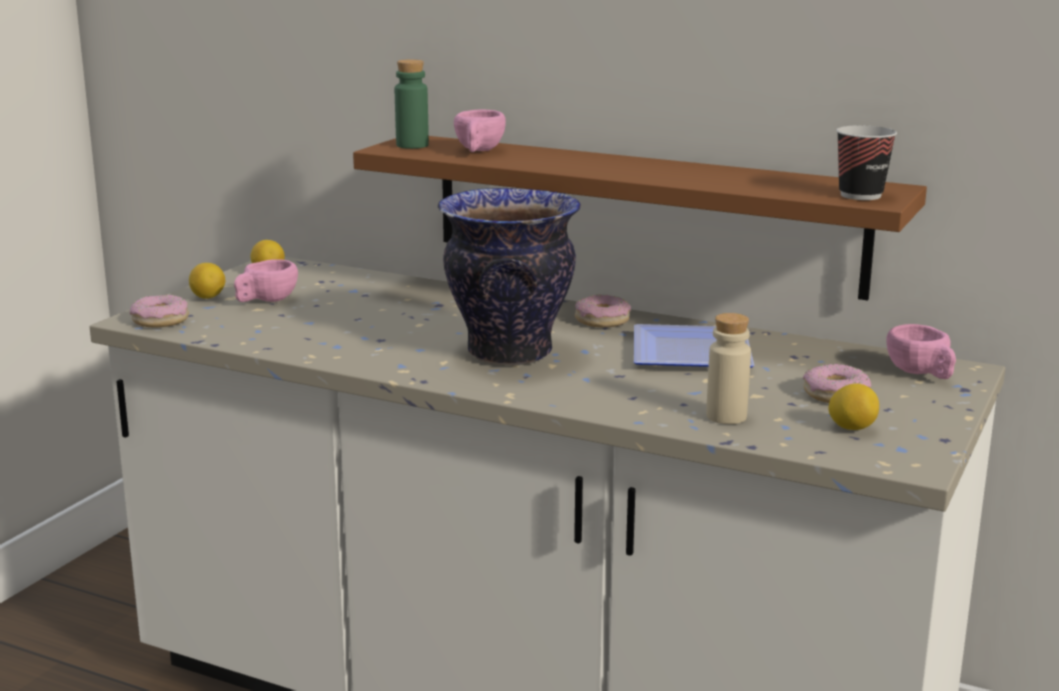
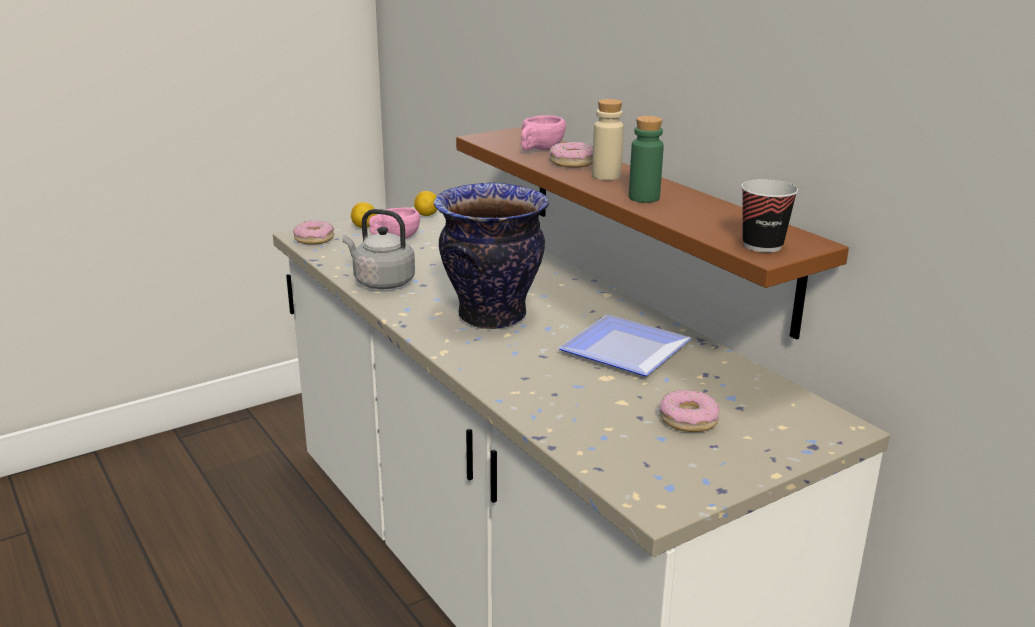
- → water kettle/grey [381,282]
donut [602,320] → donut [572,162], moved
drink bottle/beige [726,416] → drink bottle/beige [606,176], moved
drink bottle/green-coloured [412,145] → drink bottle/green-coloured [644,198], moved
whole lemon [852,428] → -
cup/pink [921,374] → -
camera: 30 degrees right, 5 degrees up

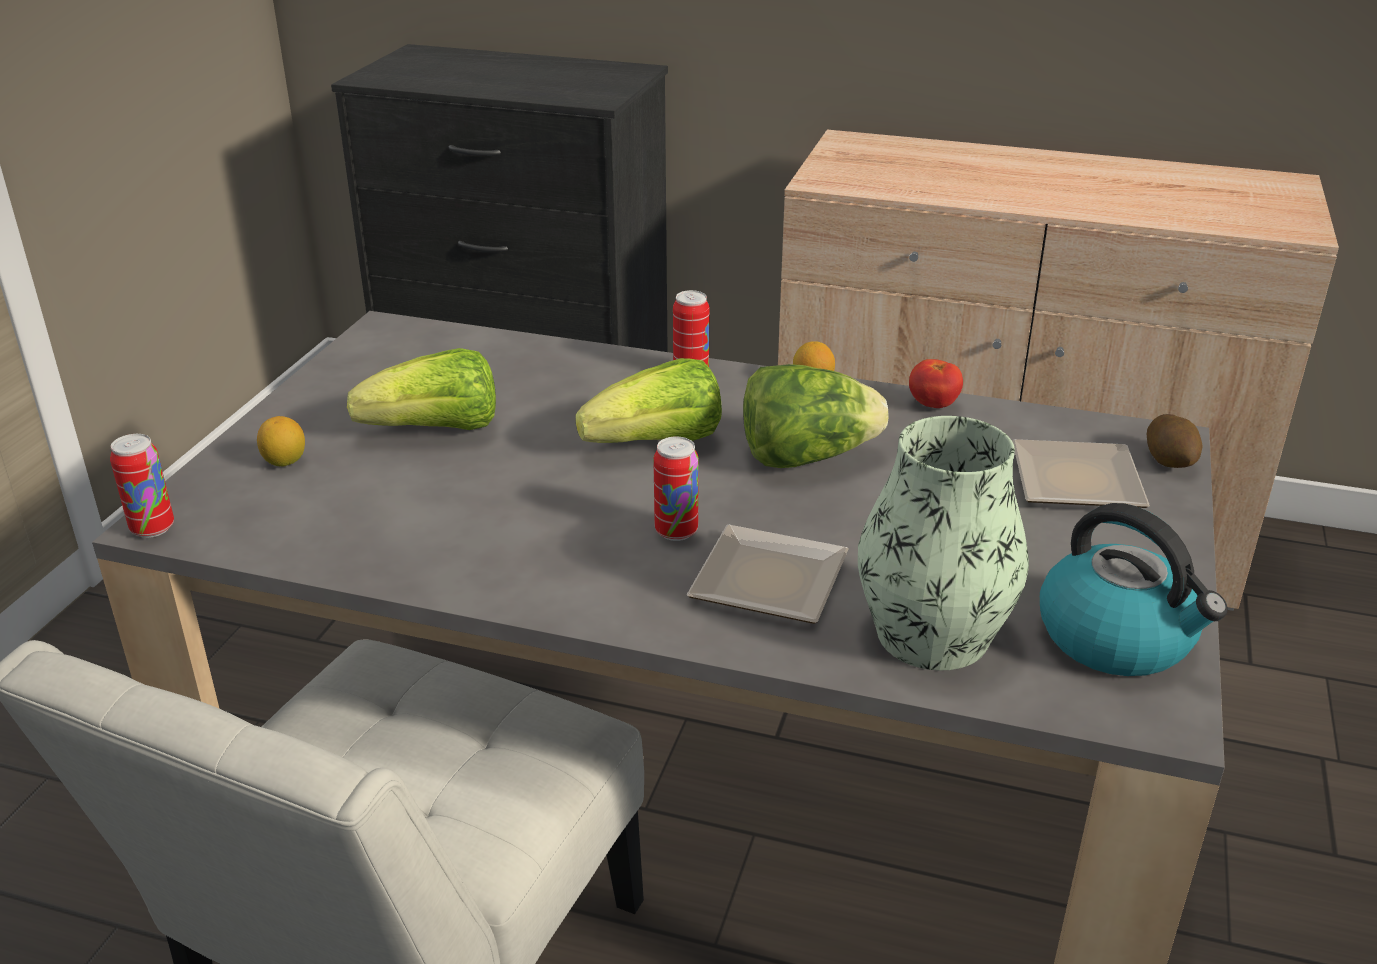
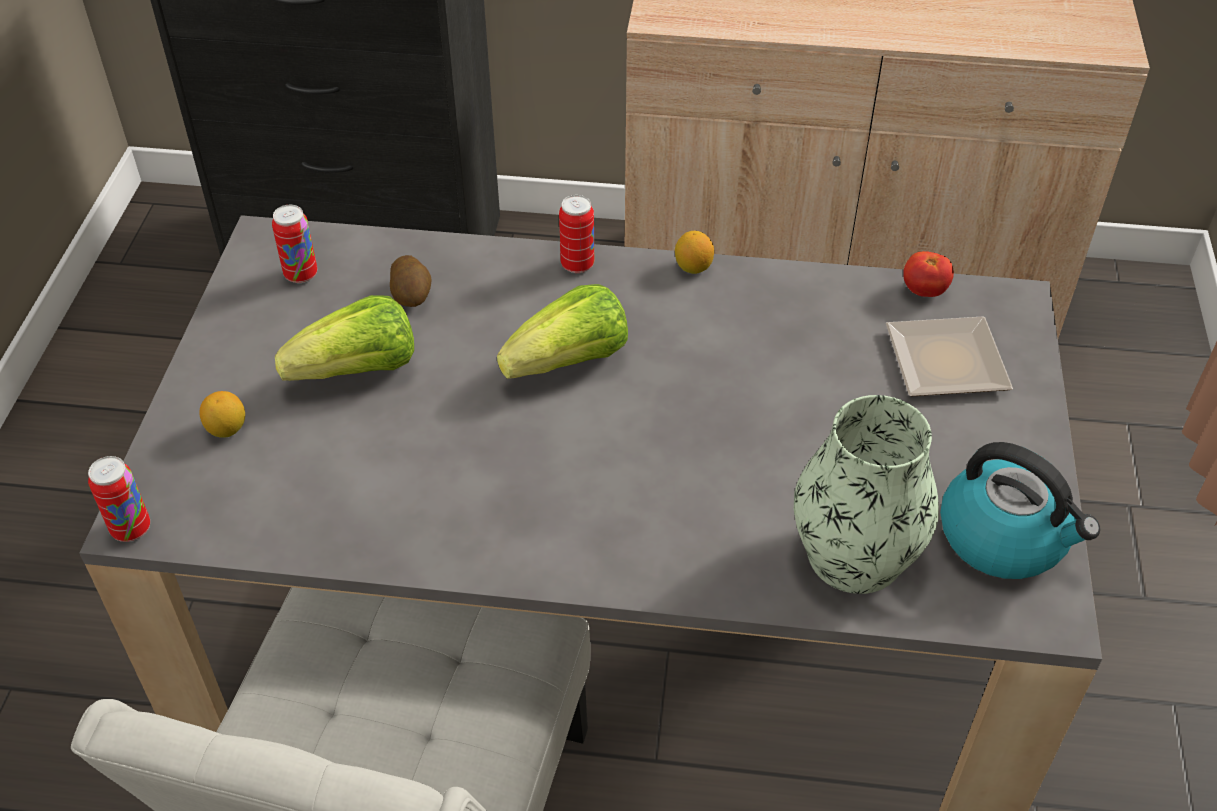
can [676,531] → can [301,274], moved
spud [1170,460] → spud [412,296], moved
whole tomato [933,405] → whole tomato [924,291], moved
flat dish [766,577] → -
lettuce [806,457] → -
camera: 10 degrees left, 15 degrees up

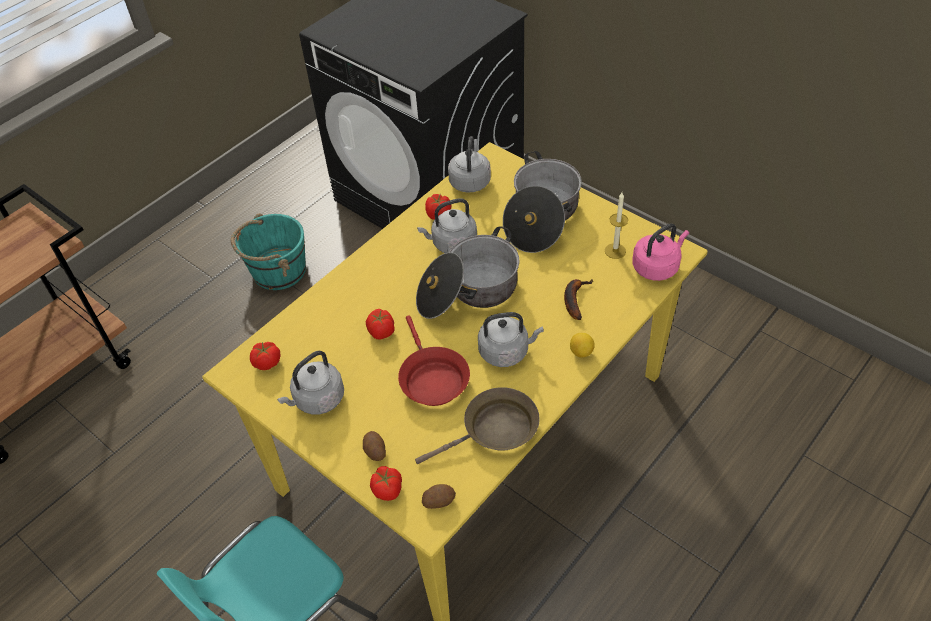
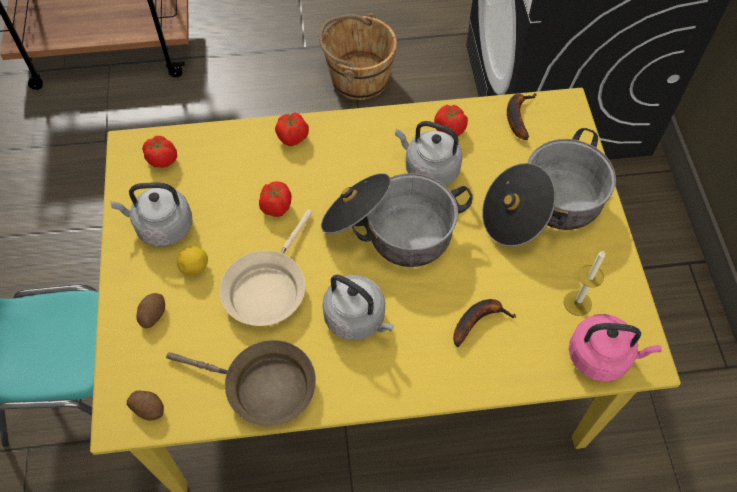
whole lemon [581,352] → whole lemon [195,267], moved
skillet/reddish [432,378] → skillet/beige [267,288]
whole tomato [388,490] → whole tomato [293,137], moved
bucket/blue-green [278,271] → bucket/brown [358,78]
water kettle/grey [470,181] → whole banana [517,116]
camera: 40 degrees right, 10 degrees up

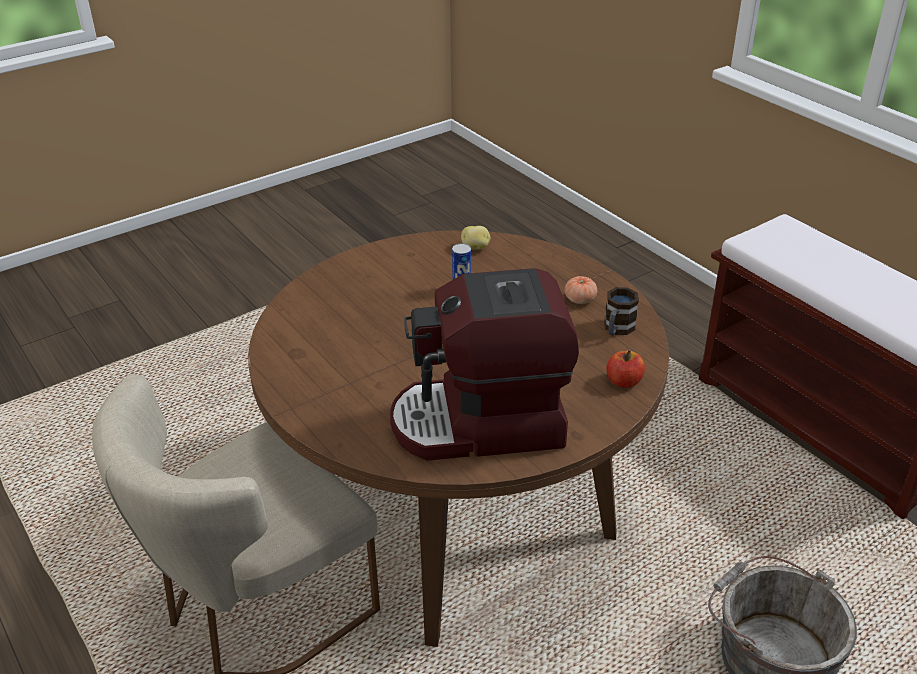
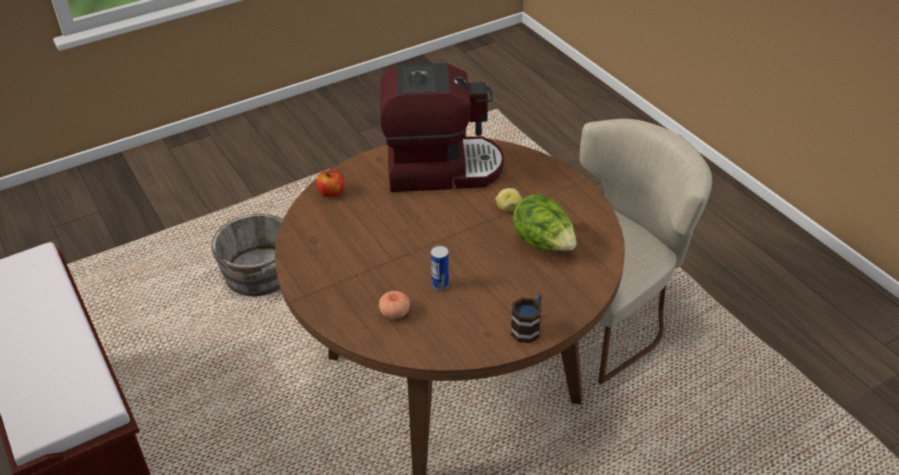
whole tomato [580,299] → whole tomato [395,312], moved
spud [475,248] → spud [508,207], moved
tea mug [617,329] → tea mug [528,327], moved
- → lettuce [544,243]
camera: 175 degrees left, 5 degrees up

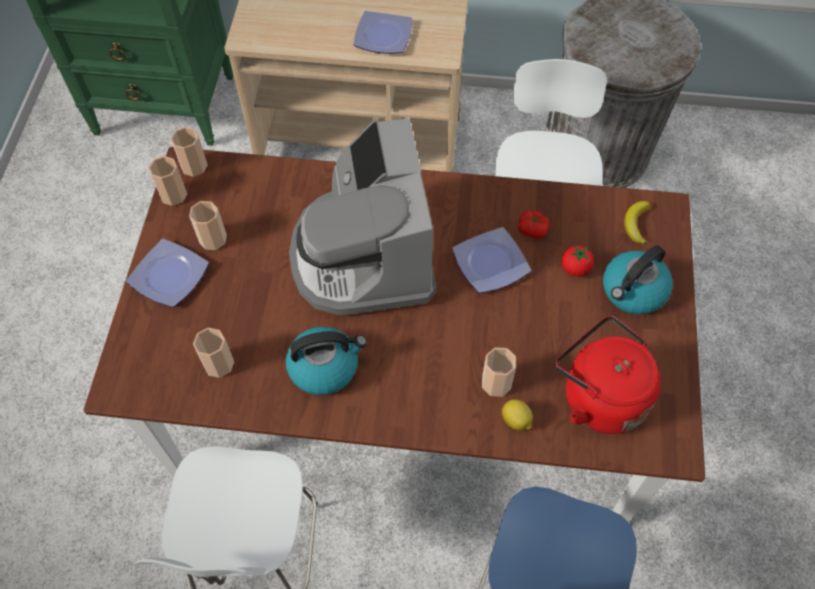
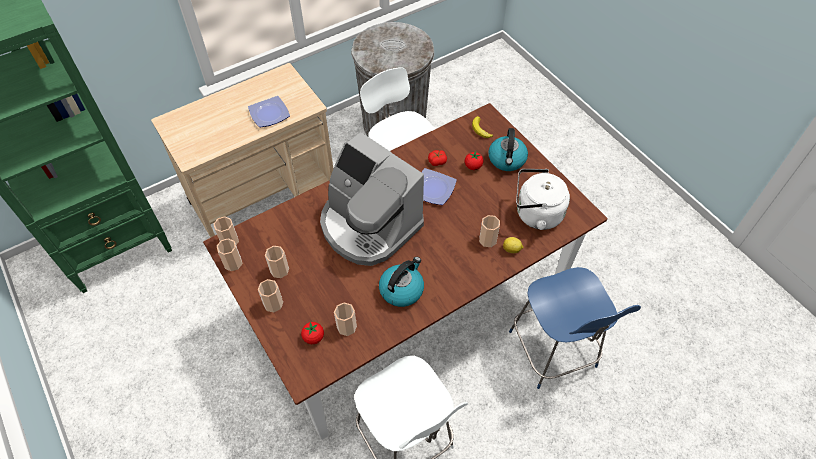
flat dish [169,274] → cup [273,304]
- → whole tomato [313,337]
water kettle/reddish [599,396] → water kettle/whitish [535,214]
camera: 40 degrees left, 5 degrees down

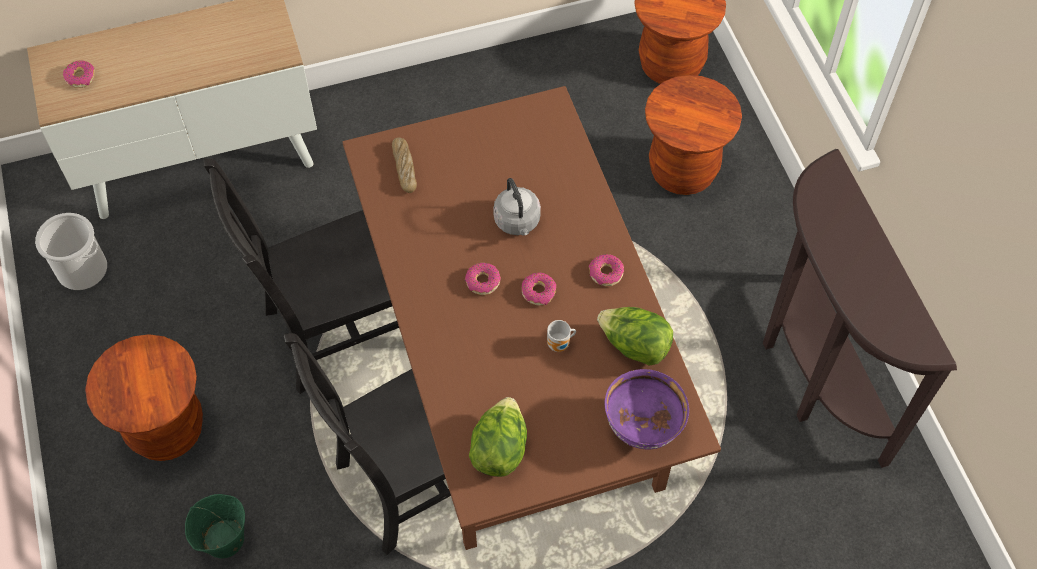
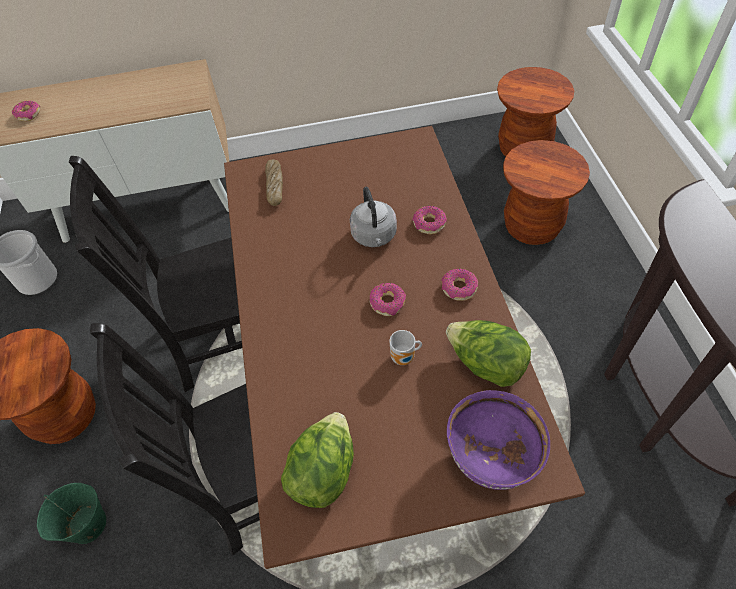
donut [482,282] → donut [429,224], moved
camera: 10 degrees right, 5 degrees down

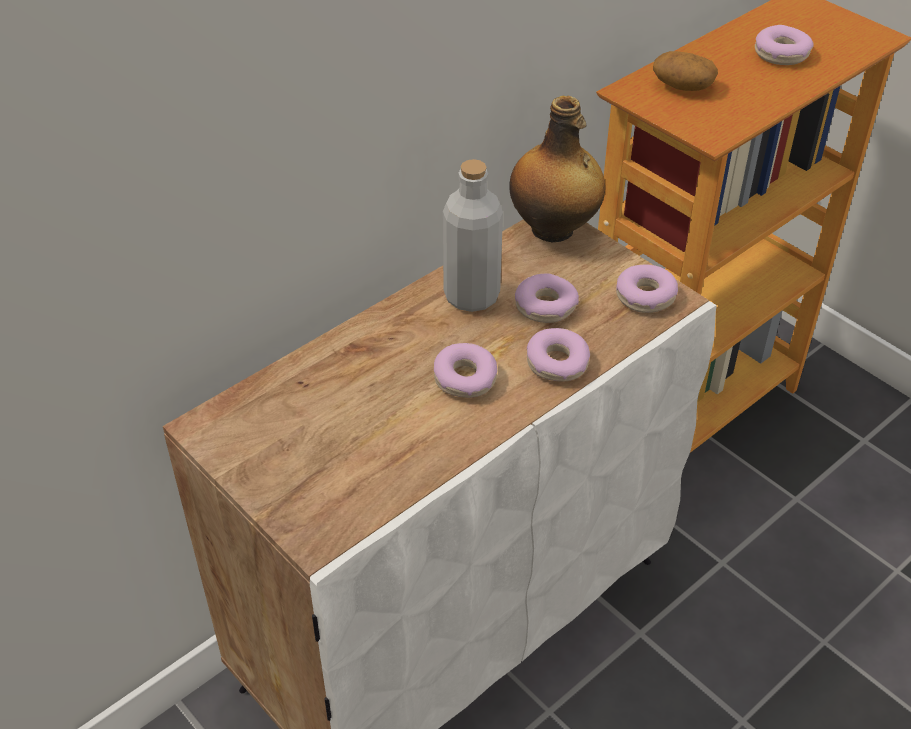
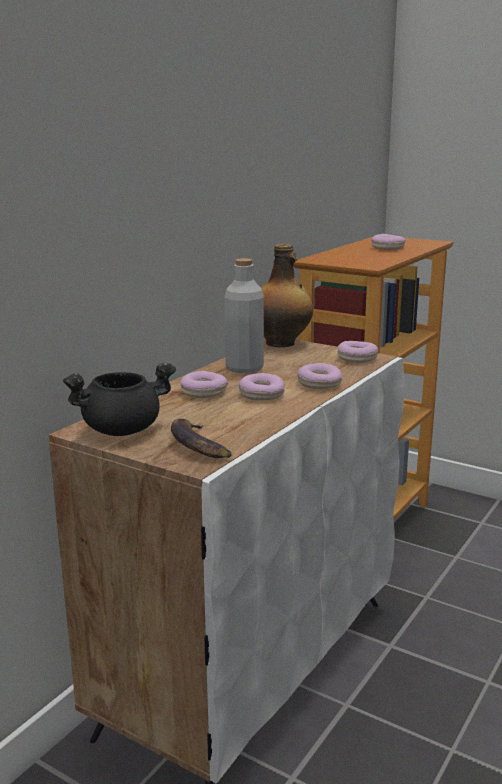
- → saucepot/blackish [122,429]
- → whole banana [197,446]
donut [545,306] → donut [204,392], moved
spud [682,86] → -
camera: 15 degrees left, 25 degrees down

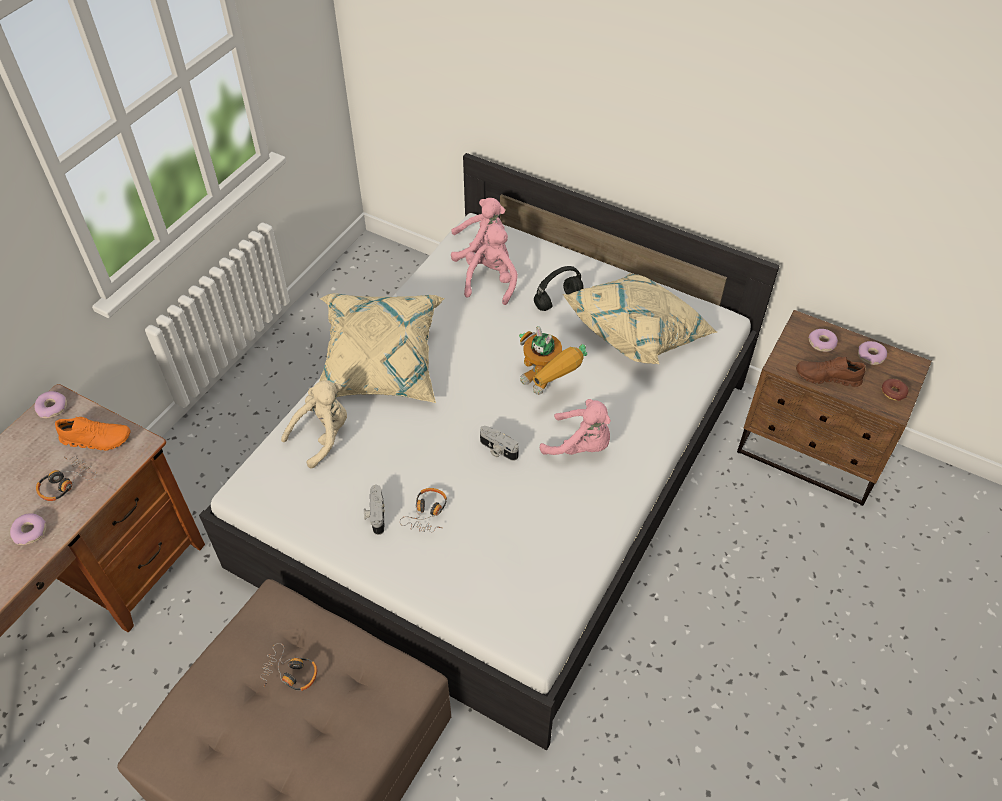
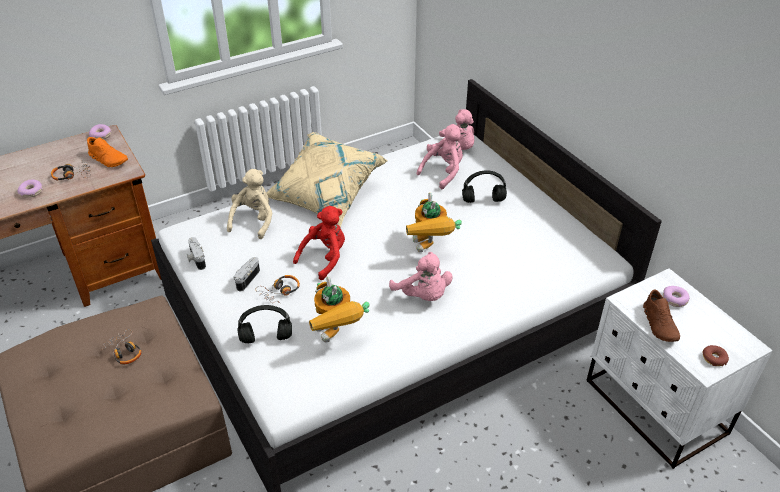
photo camera [497,450] → photo camera [196,259], moved
soft toy/beige [323,436] → soft toy/beige [254,220], 60 degrees counterclockwise
- → headphones/blackish [265,338]
- → soft toy/reddish [325,258]
- → toy robot [337,337]
night table/brown [812,451] → night table/whitish [655,408]
low shoe/brown [827,377] → low shoe/brown [659,324], 135 degrees counterclockwise
pillow/beige [639,333] → -
donut [870,356] → -
camera: 30 degrees right, 10 degrees down

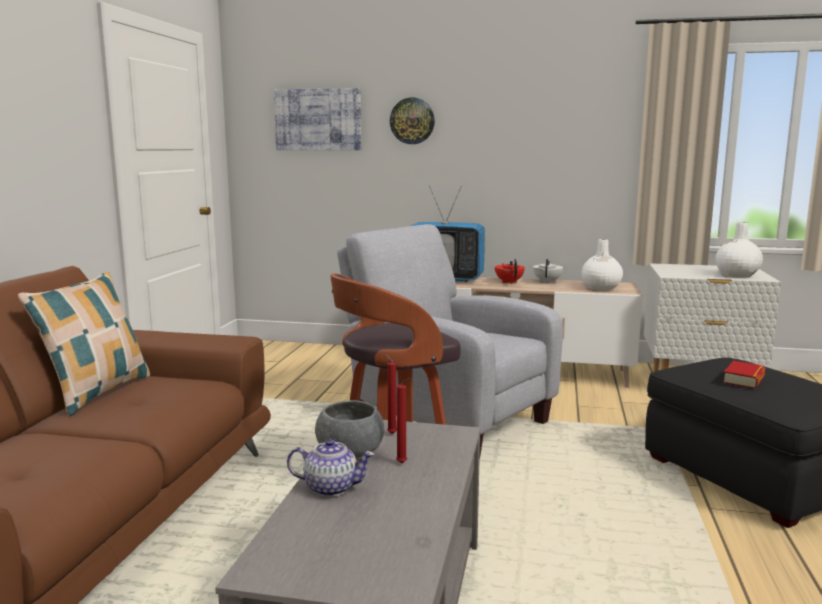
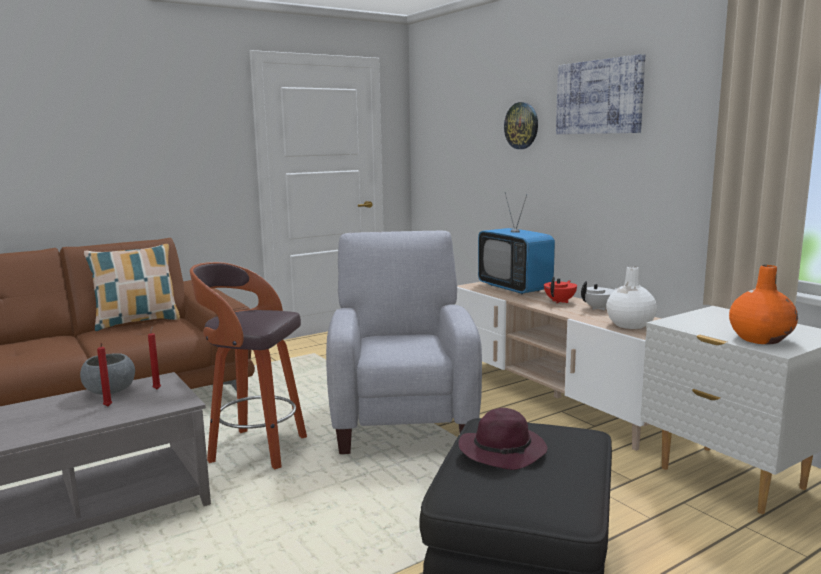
book [743,380] → clothing hat/purple [504,451]
wall picture [318,119] → wall picture [599,97], moved
flower vase/whitish [736,275] → flower vase/orange [760,339]
teapot [330,487] → -
camera: 45 degrees right, 0 degrees up

